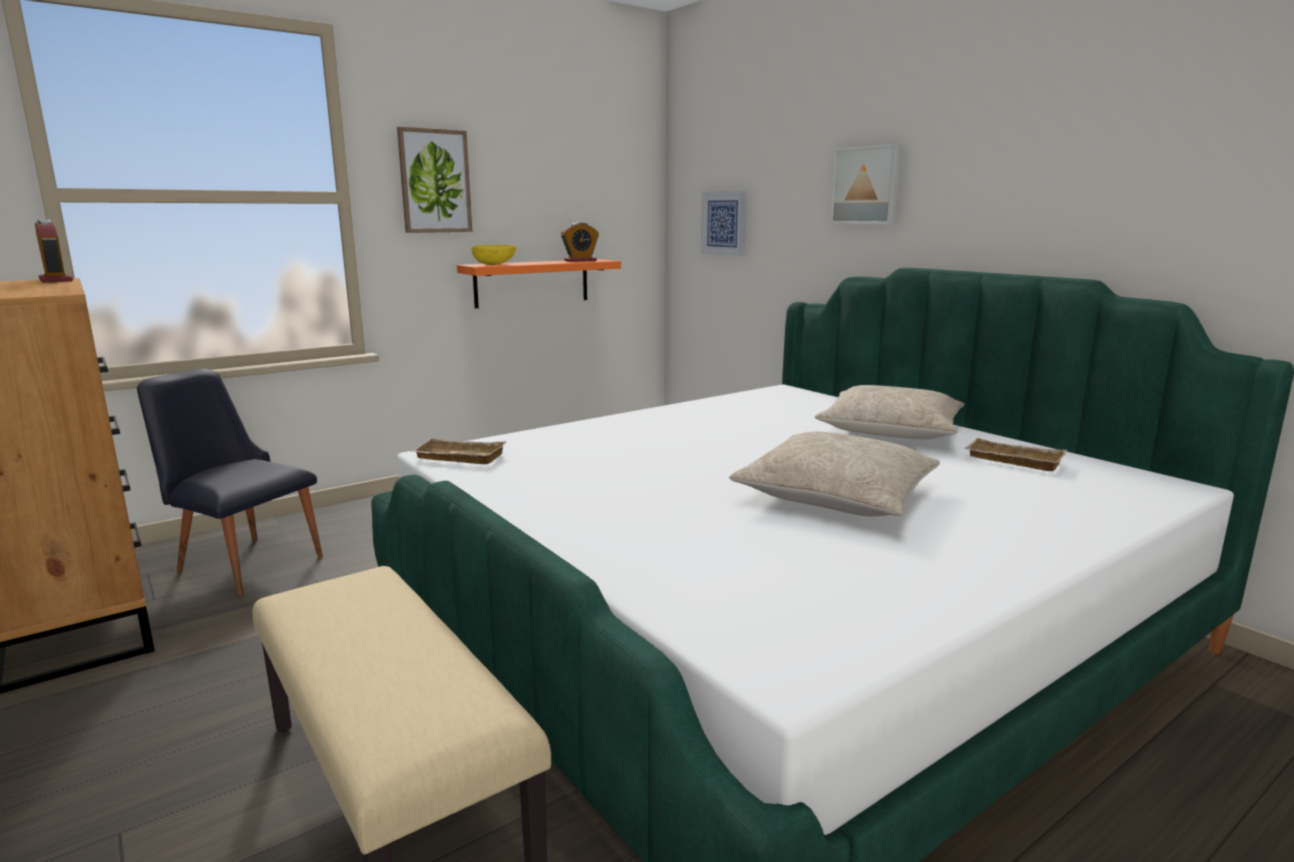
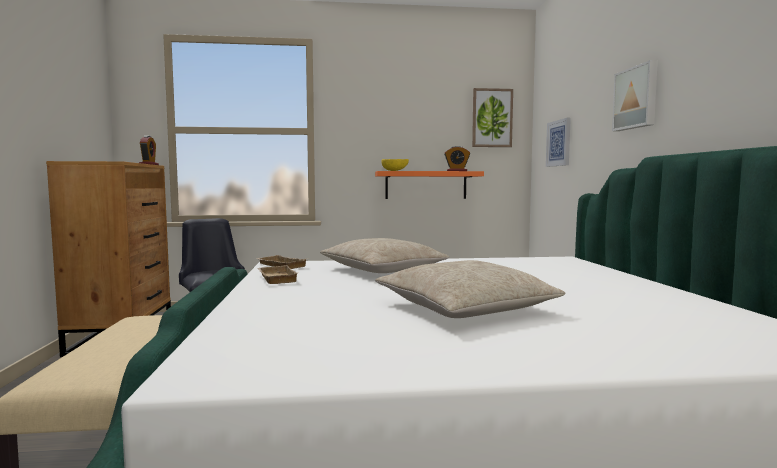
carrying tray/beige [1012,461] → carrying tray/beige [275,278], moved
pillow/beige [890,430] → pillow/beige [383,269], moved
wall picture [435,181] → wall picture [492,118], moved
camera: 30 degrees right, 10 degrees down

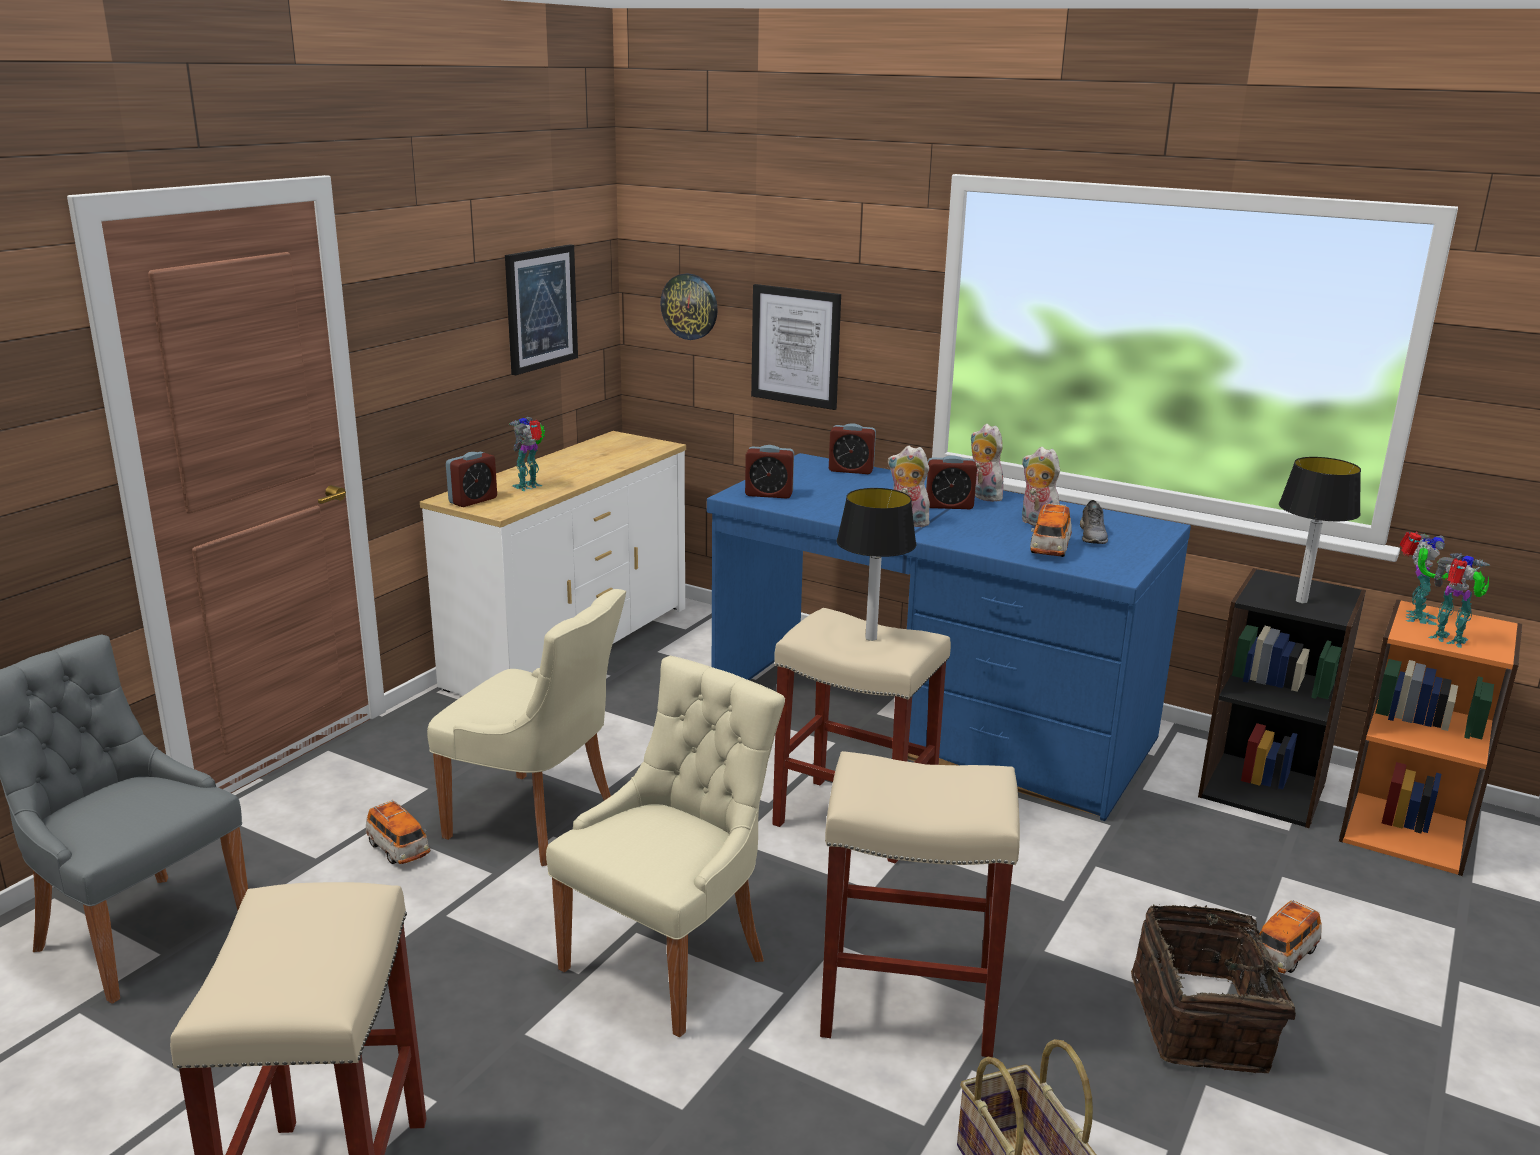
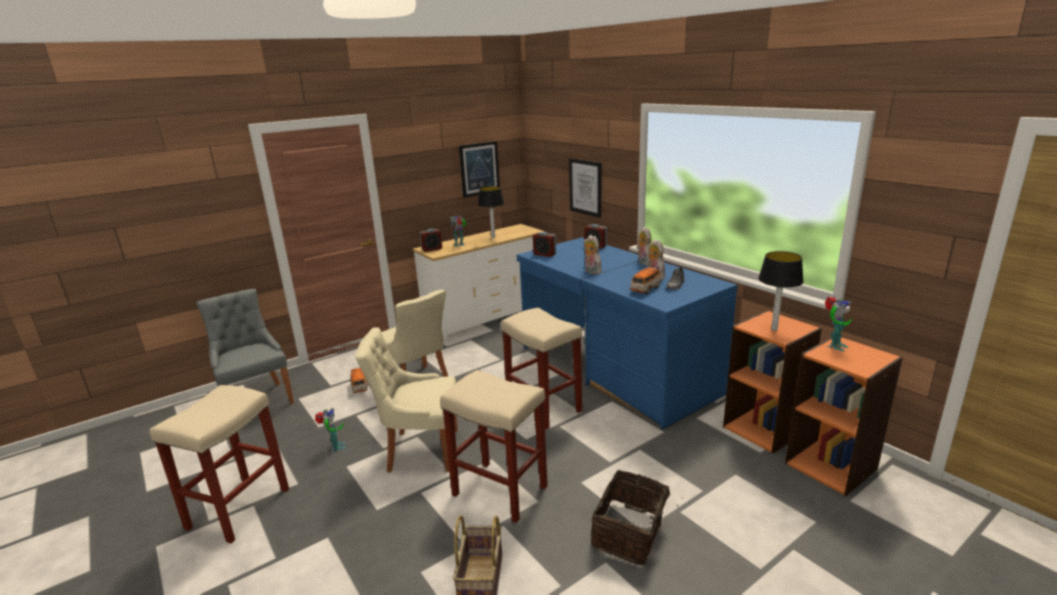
toy robot [1449,640] → toy robot [335,447], moved
upright chair/beige [670,960] → upright chair/beige [420,450], 150 degrees counterclockwise
lamp for a table [870,638] → lamp for a table [493,237], moved
bookcase/blackish [1263,788] → bookcase/orange [764,429]
clock on the wall [690,306] → -
alarm clock [949,505] → -
miniature car [1283,955] → -
camera: 25 degrees right, 0 degrees up

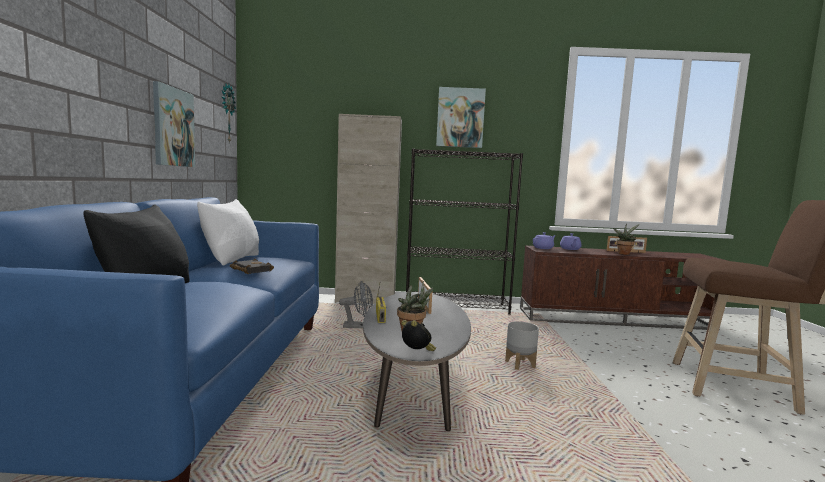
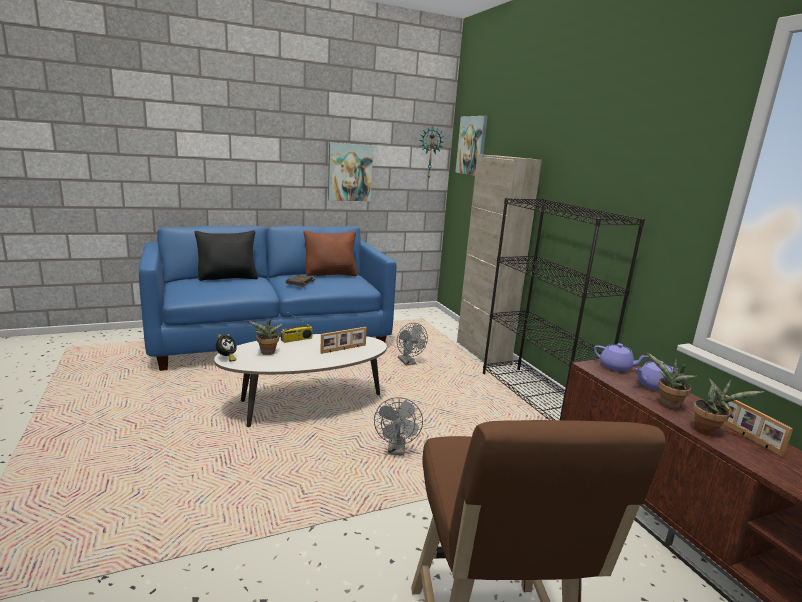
coffee table/blackish [413,389] → coffee table/whitish [304,405]
pillow/whitish [232,259] → pillow/brown [331,274]
flower pot/grey [519,365] → cooling fan/grey [396,451]
wall picture [460,118] → wall picture [472,145], moved
- → houseplant [667,405]
camera: 65 degrees right, 10 degrees up

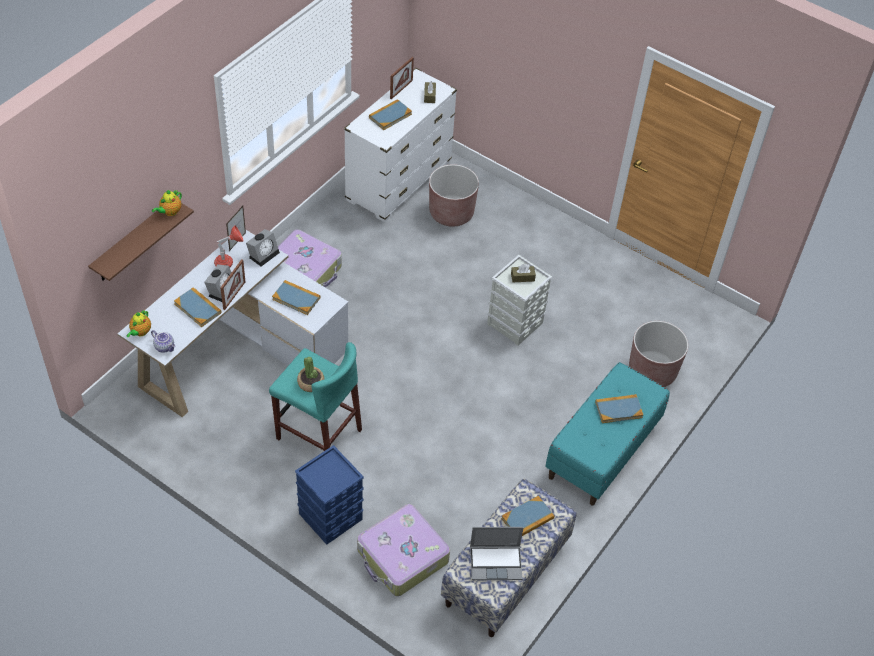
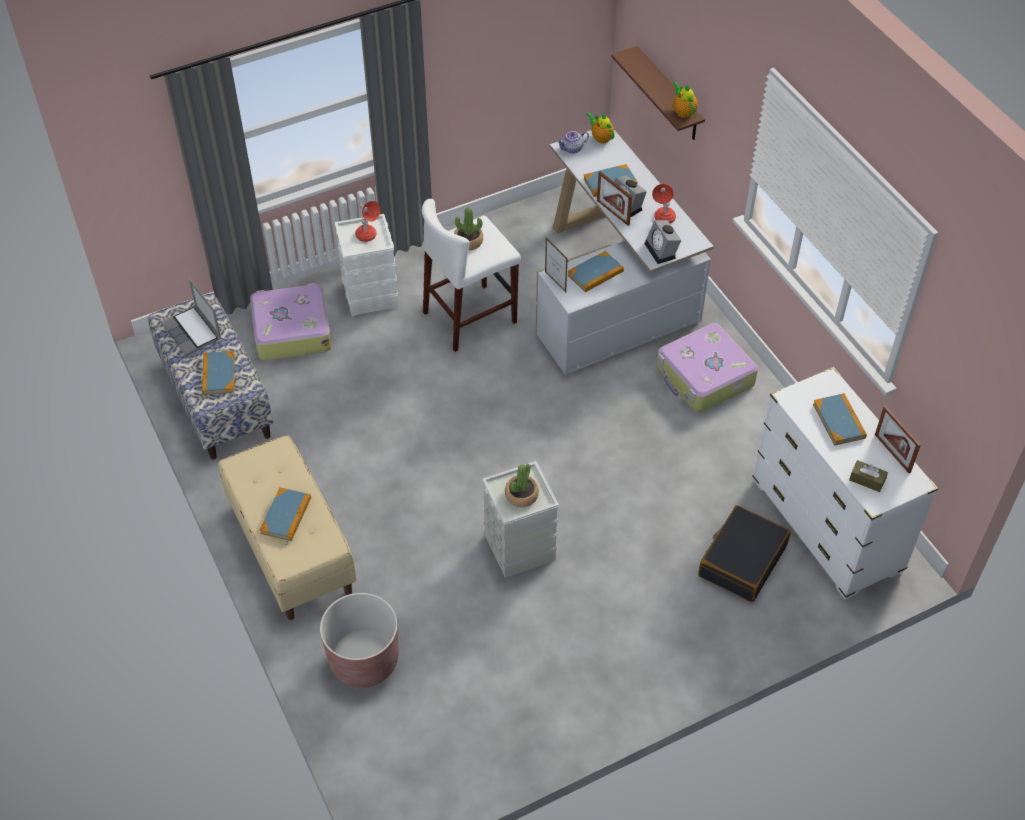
portable computer [496,562] → portable computer [193,332], 60 degrees counterclockwise
long seat/blue-green [602,451] → long seat/beige [291,549]
storage bin/bluish [329,516] → storage bin/whitish [371,294]
- → lamp for a table/reddish [369,238]
stool/blue-green [319,434] → stool/whitish [470,317]
box of tissues/brown [522,277] → houseplant [521,495]
photo frame [237,242] → photo frame [555,282], moved
flower pot/brown [451,213] → travel case/blackish [741,561]
camera: 120 degrees right, 0 degrees up

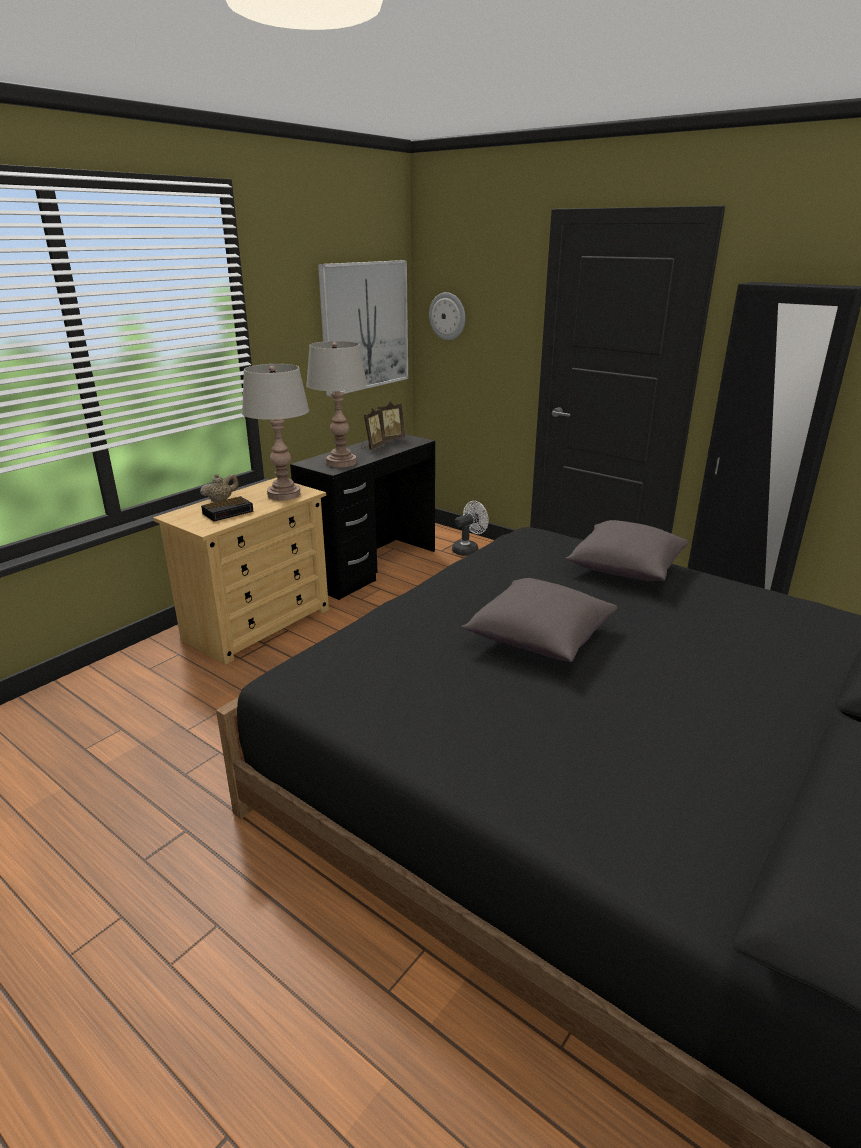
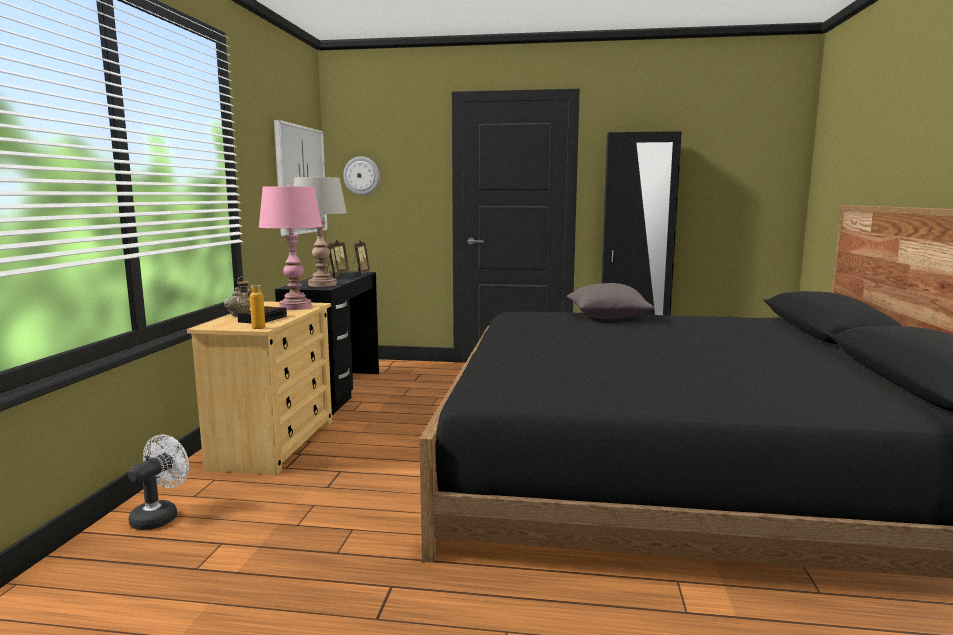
cooling fan/whitish [468,549] → cooling fan/whitish [160,516], moved
- → drink bottle [253,328]
lamp for a table/grey [283,494] → lamp for a table/pink [295,307]
- → photo frame [360,274]
pillow/grey [538,638] → -
camera: 30 degrees left, 15 degrees down

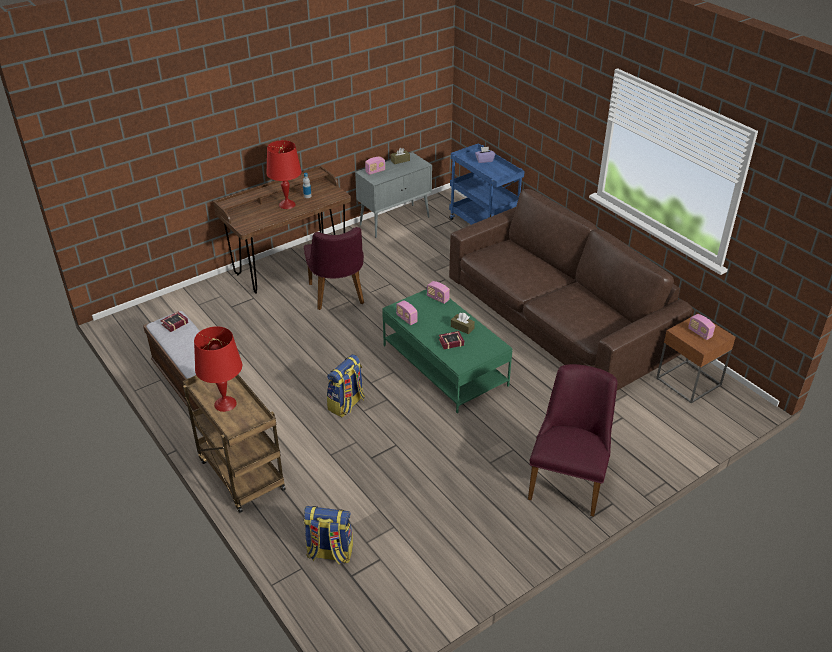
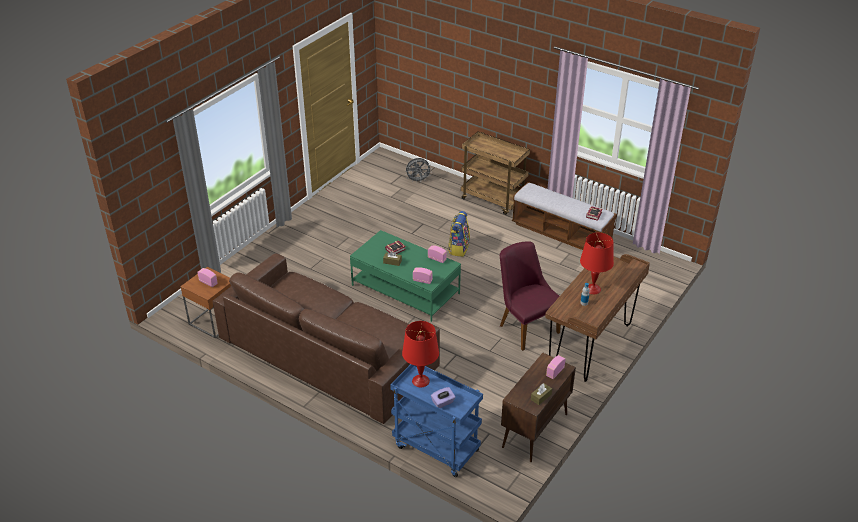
lamp for a table/reddish [225,404] → lamp for a table/reddish [420,380], moved
backpack [329,553] → cooling fan/grey [418,180]
cupboard/grey [395,221] → cupboard/brown [534,431]
upright chair/purple [568,480] → -
camera: 160 degrees right, 0 degrees up

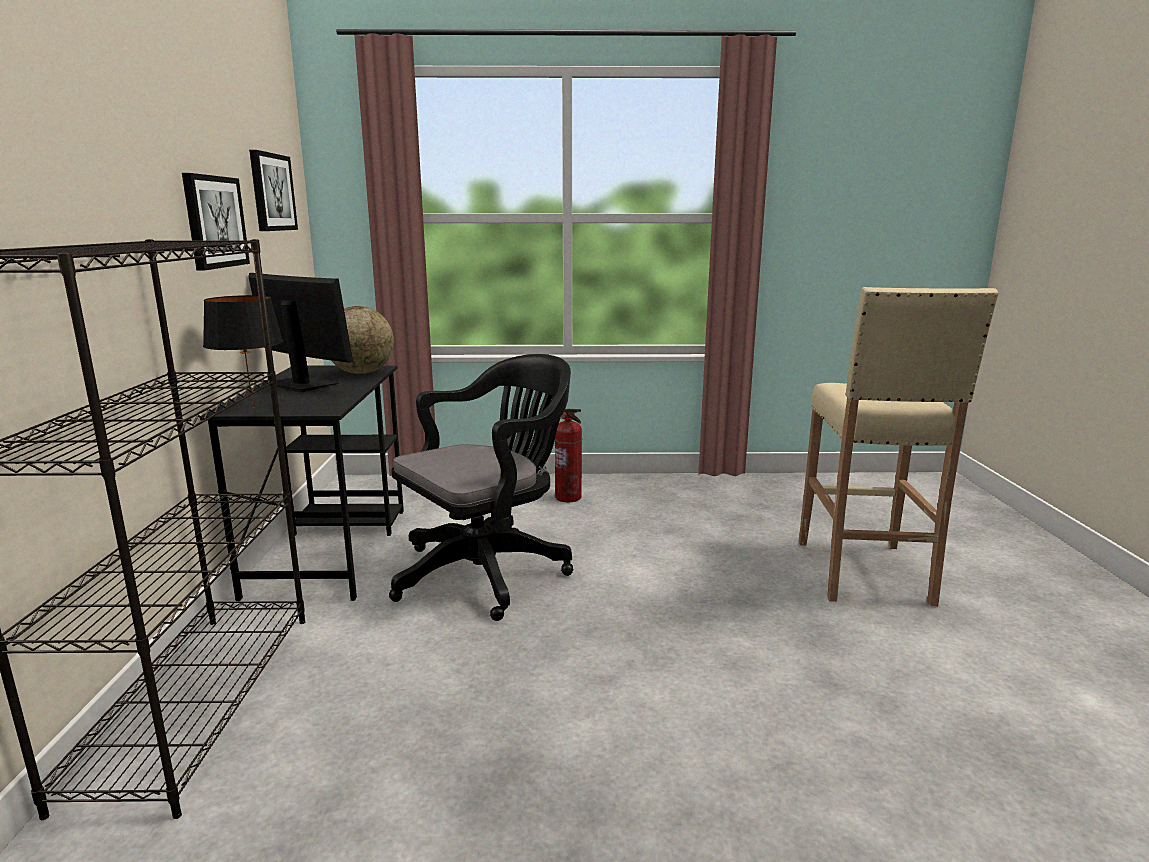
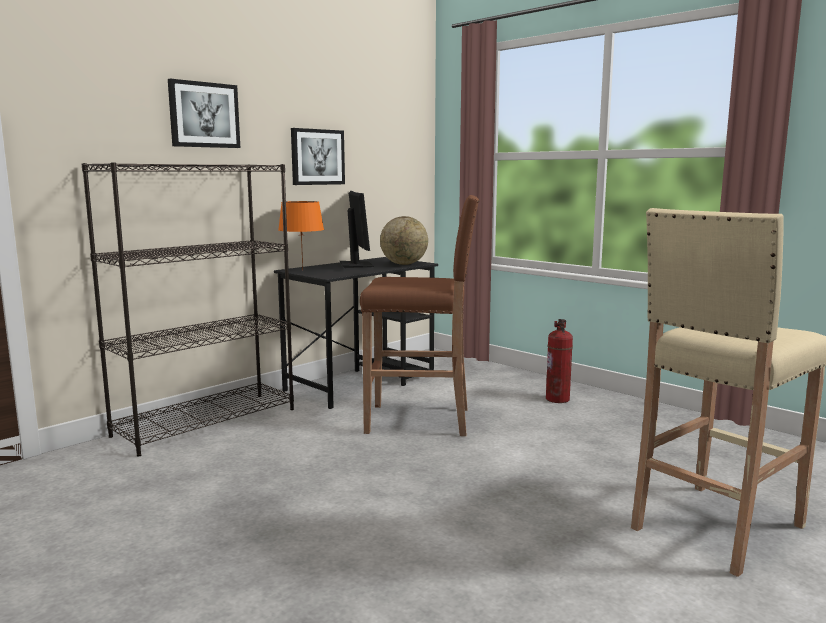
wall picture [272,192] → wall picture [204,115], moved
lamp for a table/blackish [251,408] → lamp for a table/orange [302,270]
office chair/blackish [488,571] → stool/brown [421,420]
camera: 45 degrees right, 5 degrees down

